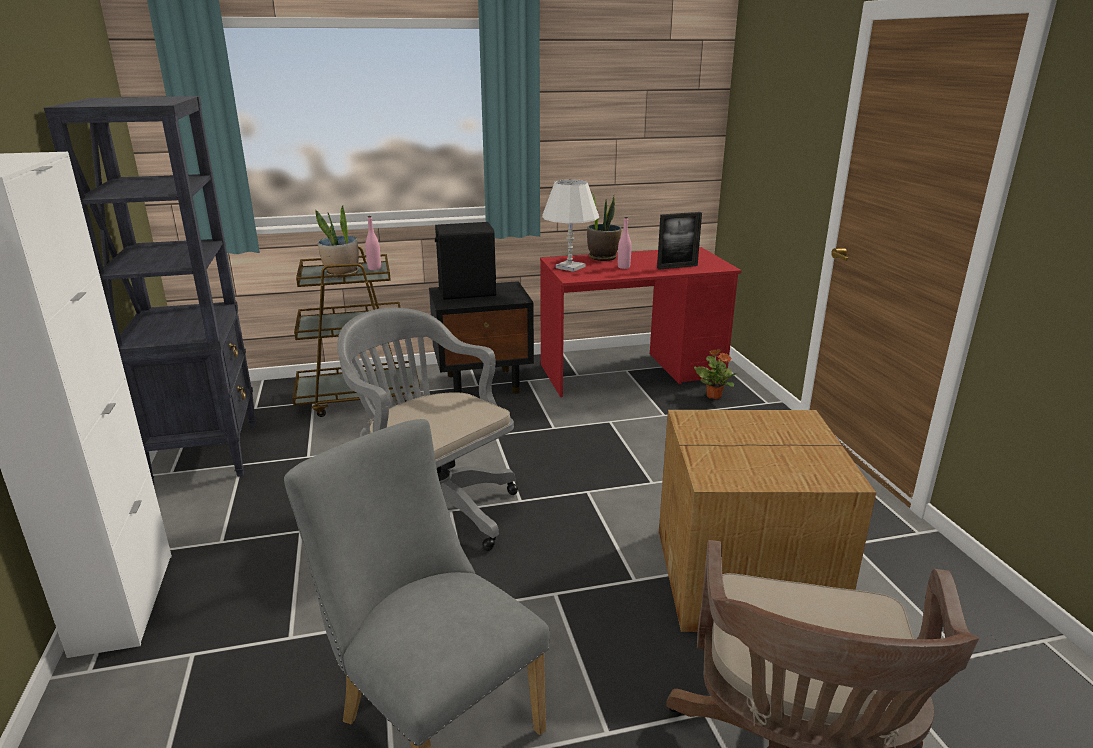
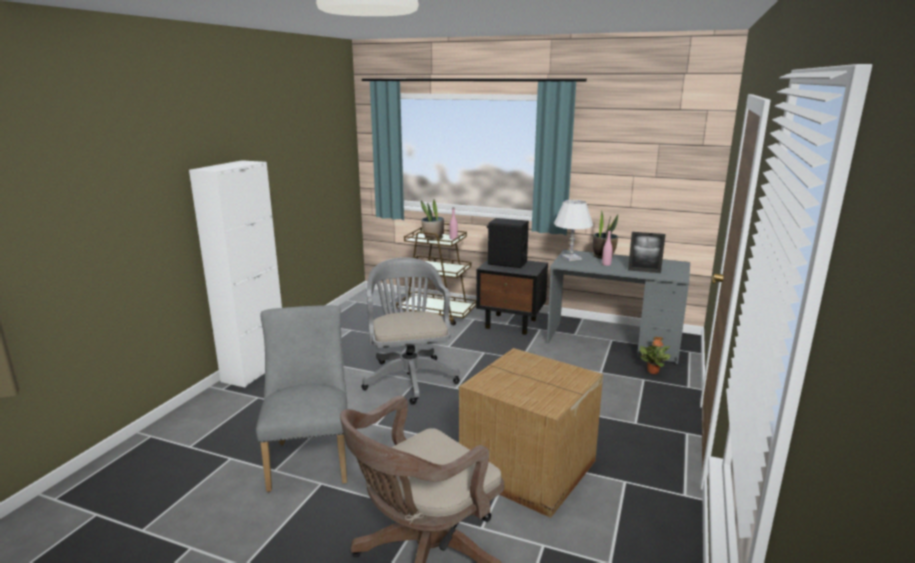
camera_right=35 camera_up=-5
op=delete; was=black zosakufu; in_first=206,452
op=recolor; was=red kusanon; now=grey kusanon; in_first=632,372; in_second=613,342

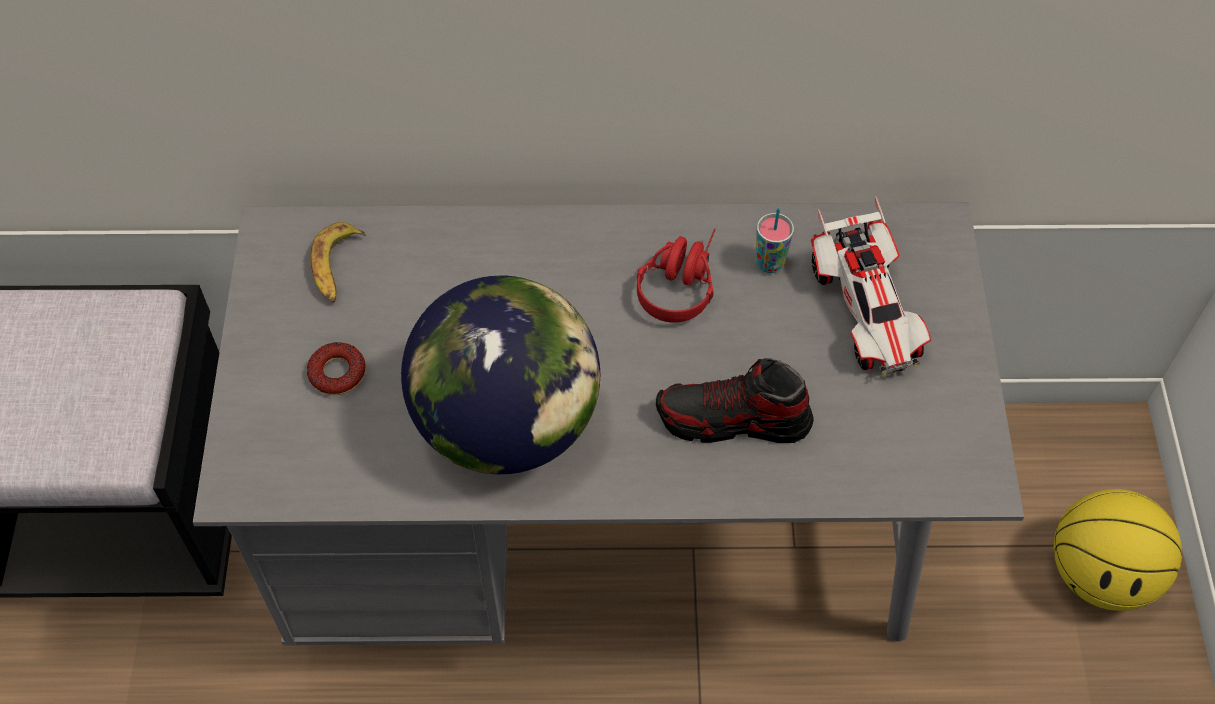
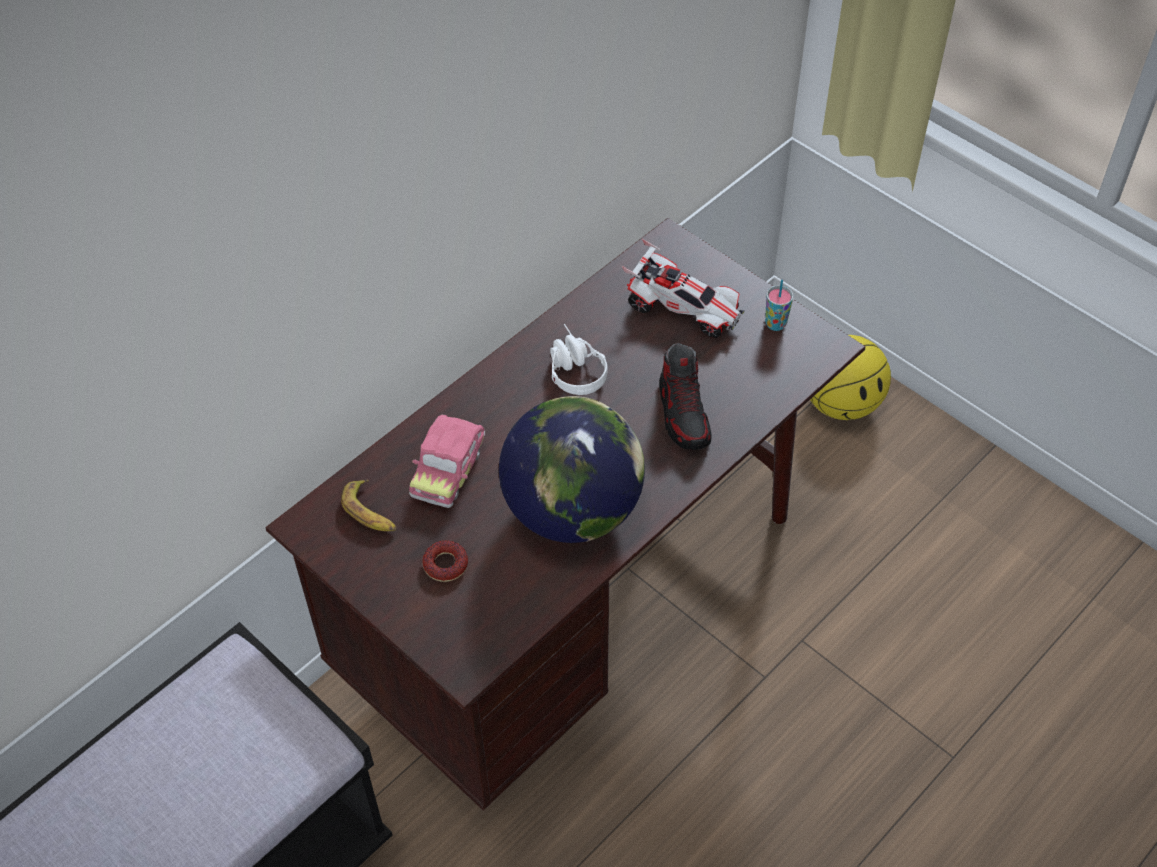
camera_right=-45 camera_up=-5
op=recolor; was=grey kusanon; now=brown kusanon; in_first=608,545; in_second=580,608
op=move; was=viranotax; in_first=769,263; in_second=775,324
op=recolor; was=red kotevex; now=white kotevex; in_first=680,281; in_second=572,368
op=rotate; was=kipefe; in_first=733,420; in_second=683,413; clockwise=-60
op=insert; now=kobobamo; in_second=449,470

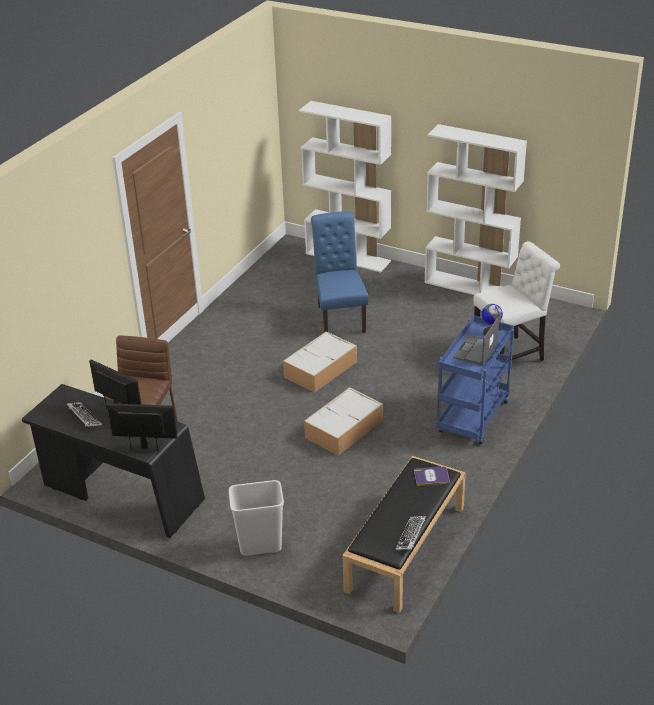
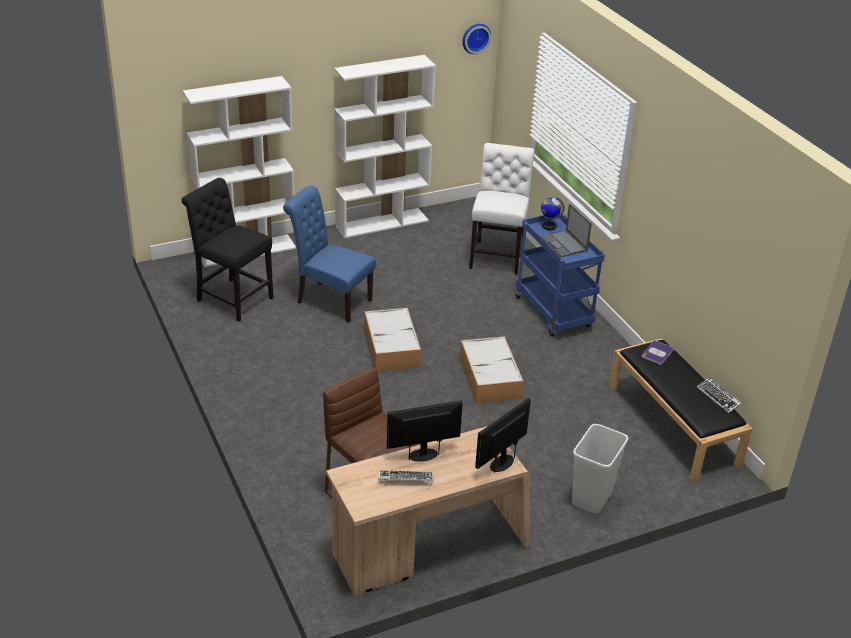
camera_right=-55 camera_up=0
op=recolor; was=black kusanon; now=beige kusanon; in_first=121,494; in_second=429,549
op=insert; now=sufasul; in_second=475,37
op=insert; now=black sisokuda; in_second=232,298

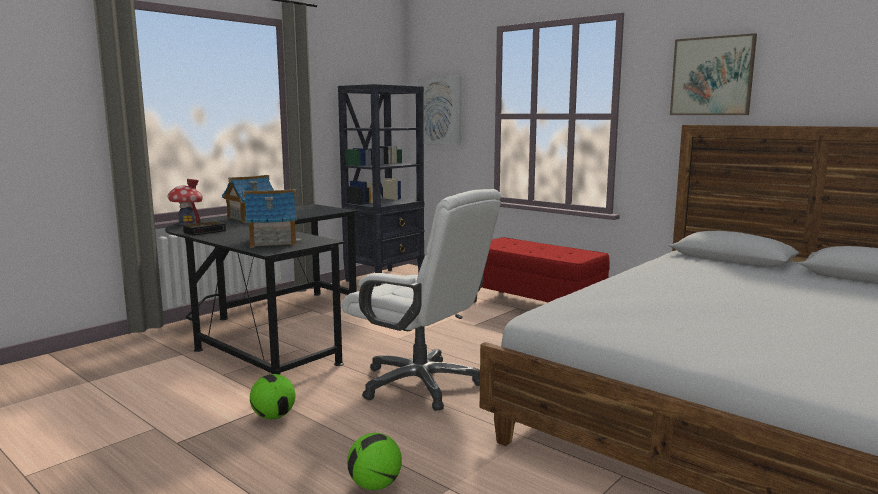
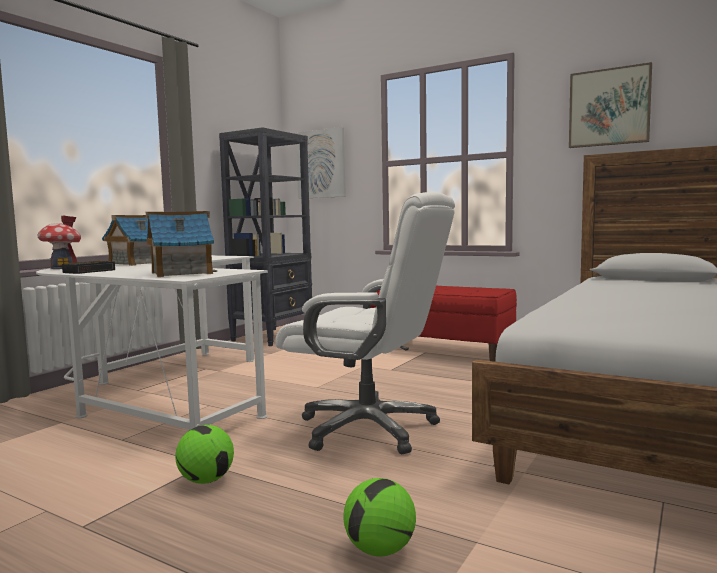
camera_right=-10 camera_up=-5
op=recolor; was=black kusanon; now=white kusanon; in_first=270,332; in_second=165,392

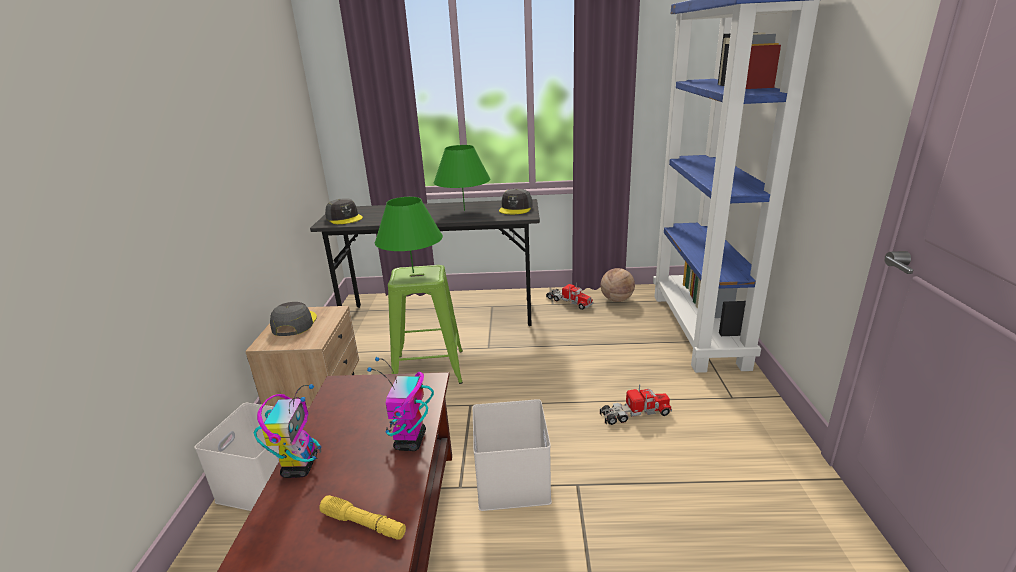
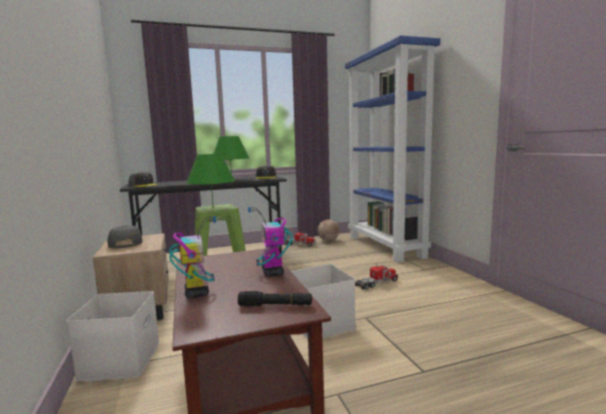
camera_right=-20 camera_up=-15
op=recolor; was=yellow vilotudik; now=black vilotudik; in_first=364,524; in_second=275,305

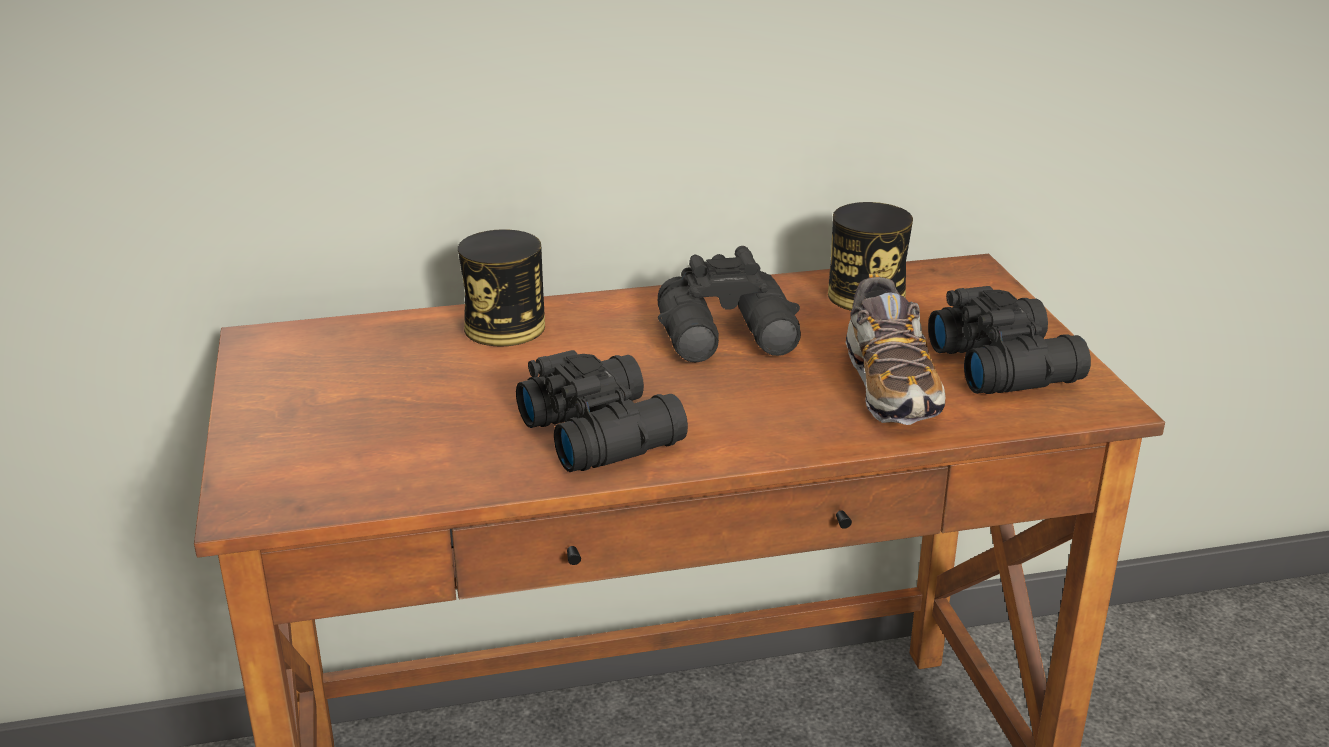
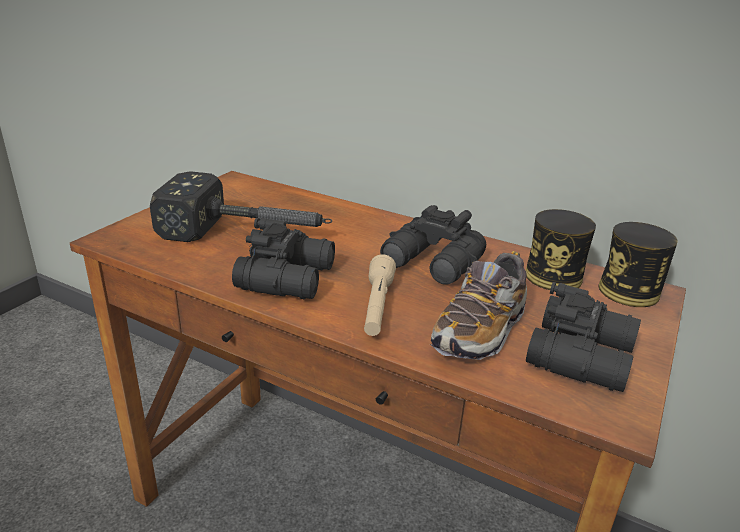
camera_right=40 camera_up=0
op=move; was=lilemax; in_first=505,327; in_second=628,291
op=insert; now=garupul; in_second=249,233
op=insert; now=beige vilotudik; in_second=377,306

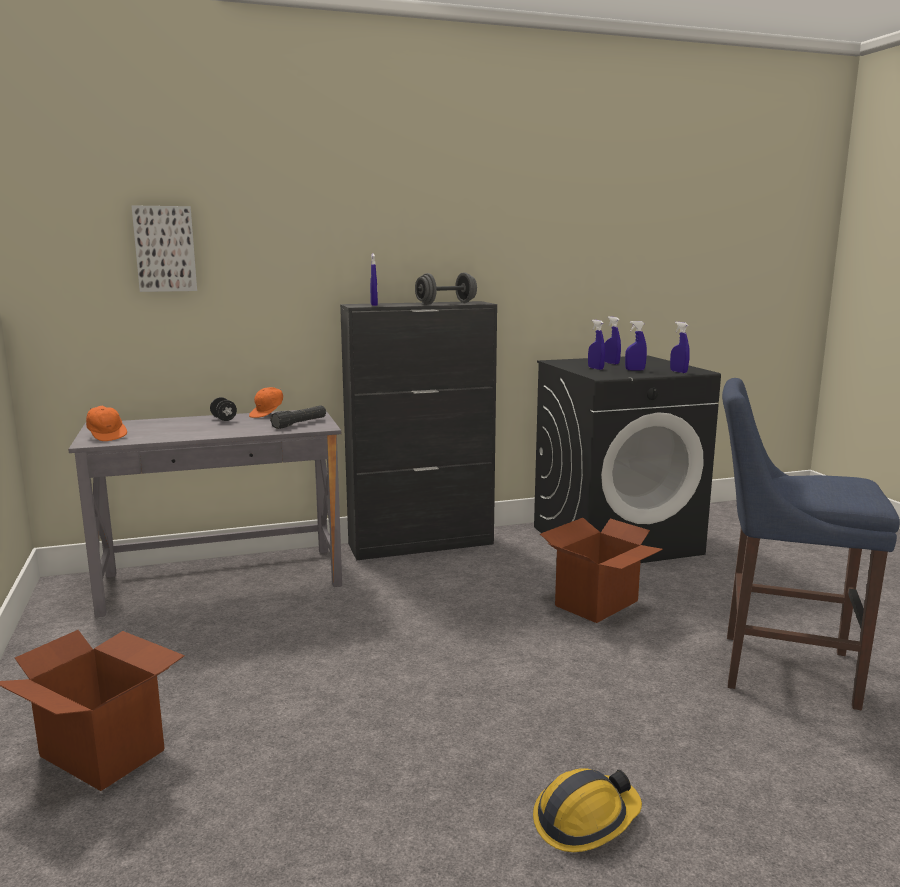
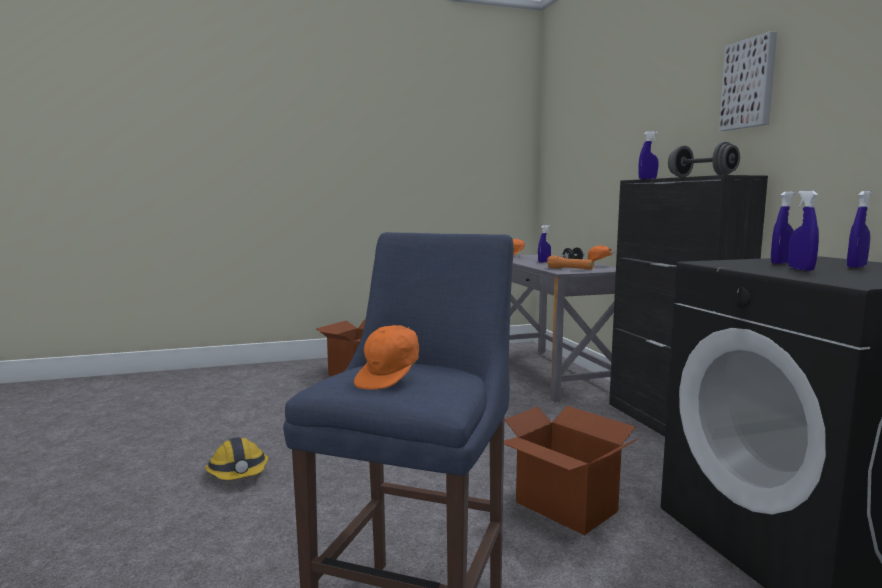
camera_right=90 camera_up=-5
op=move; was=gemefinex; in_first=165,249; in_second=749,84
op=move; was=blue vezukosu; in_first=678,372; in_second=544,262
op=recolor; was=black vilotudik; now=orange vilotudik; in_first=299,424; in_second=570,269
op=insert; now=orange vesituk; in_second=390,379

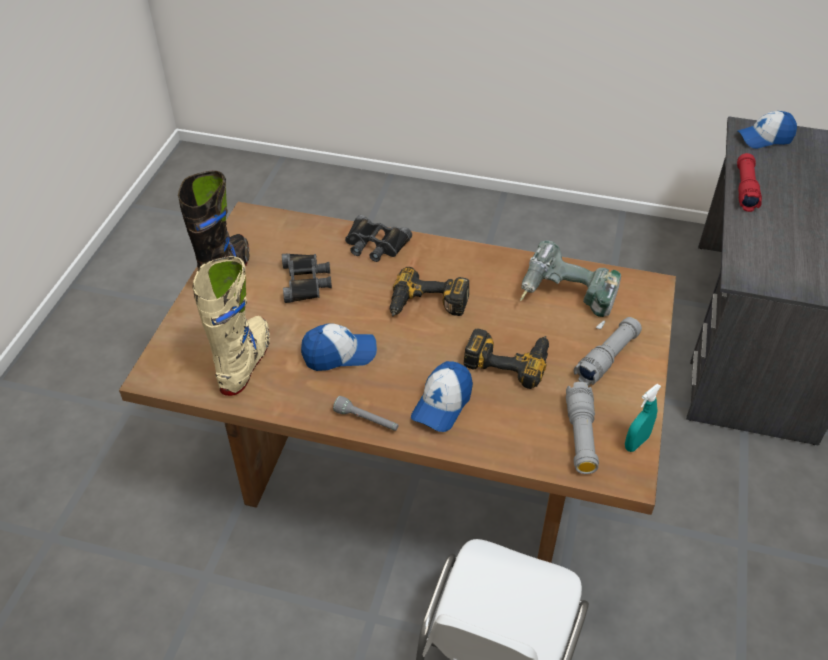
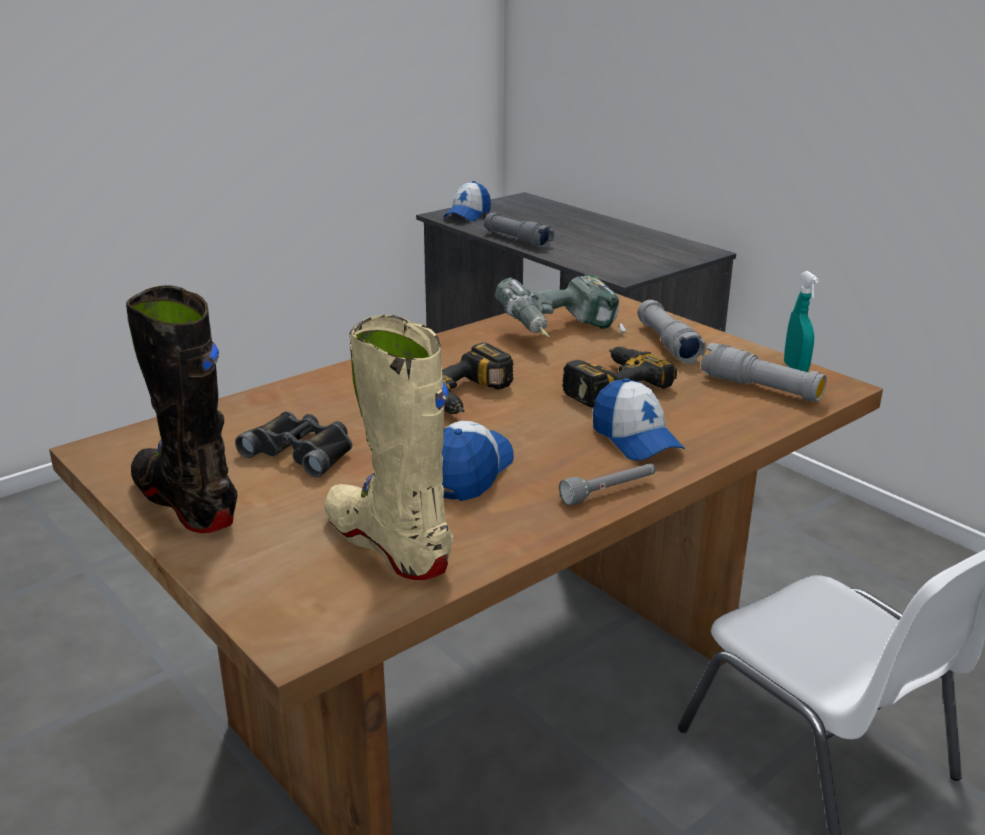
camera_right=-55 camera_up=-20
op=recolor; was=red vilotudik; now=grey vilotudik; in_first=745,189; in_second=517,240
op=delete; was=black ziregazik; in_first=375,244

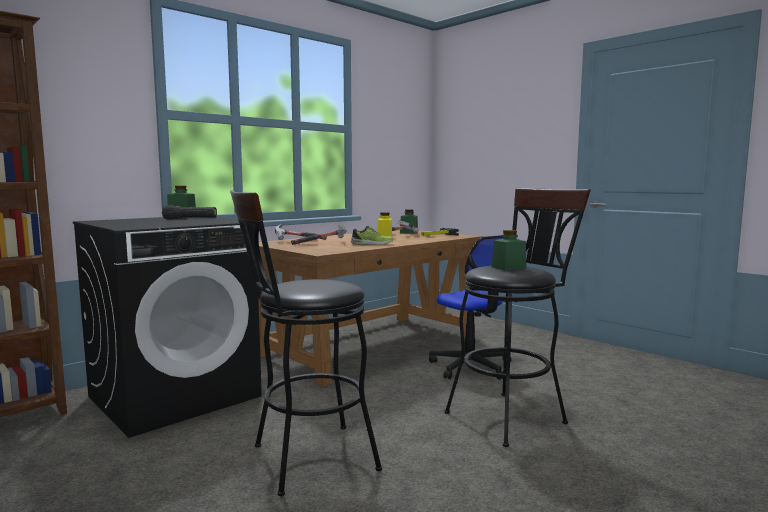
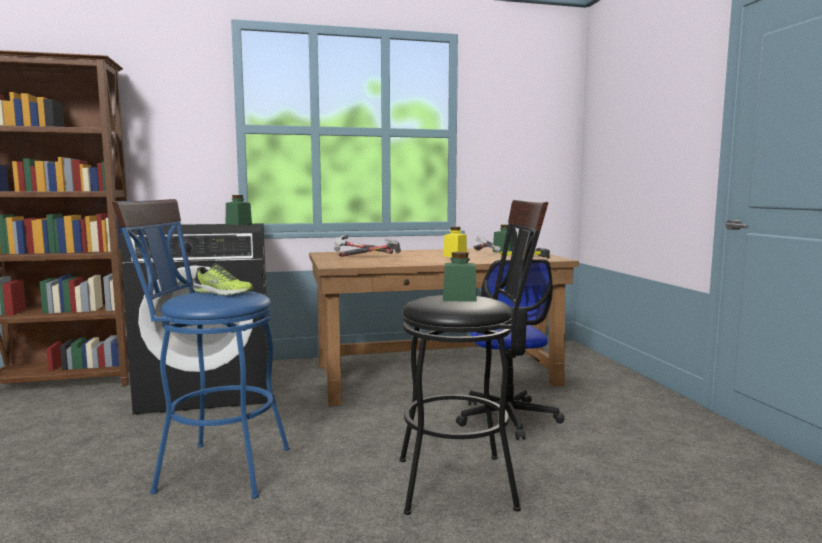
camera_right=30 camera_up=0
op=recolor; was=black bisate; now=blue bisate; in_first=304,460; in_second=213,469
op=delete; was=black vilotudik; in_first=190,219
op=move; was=kipefe; in_first=372,244; in_second=221,293

